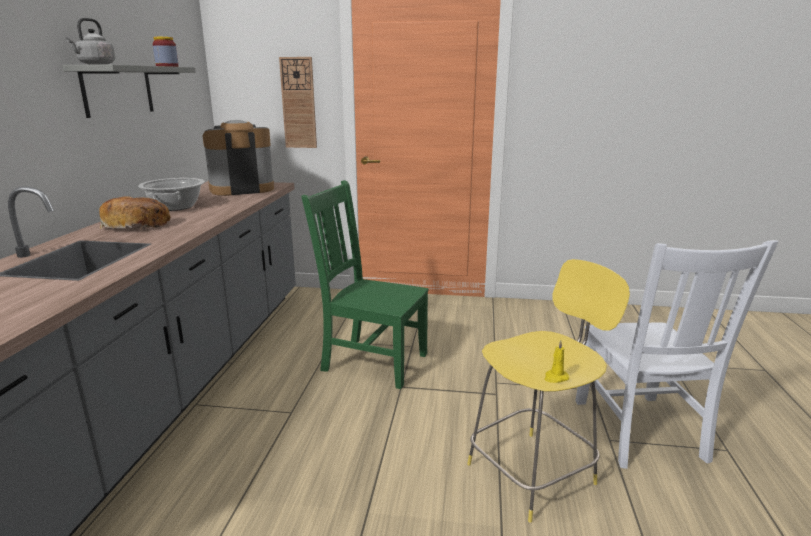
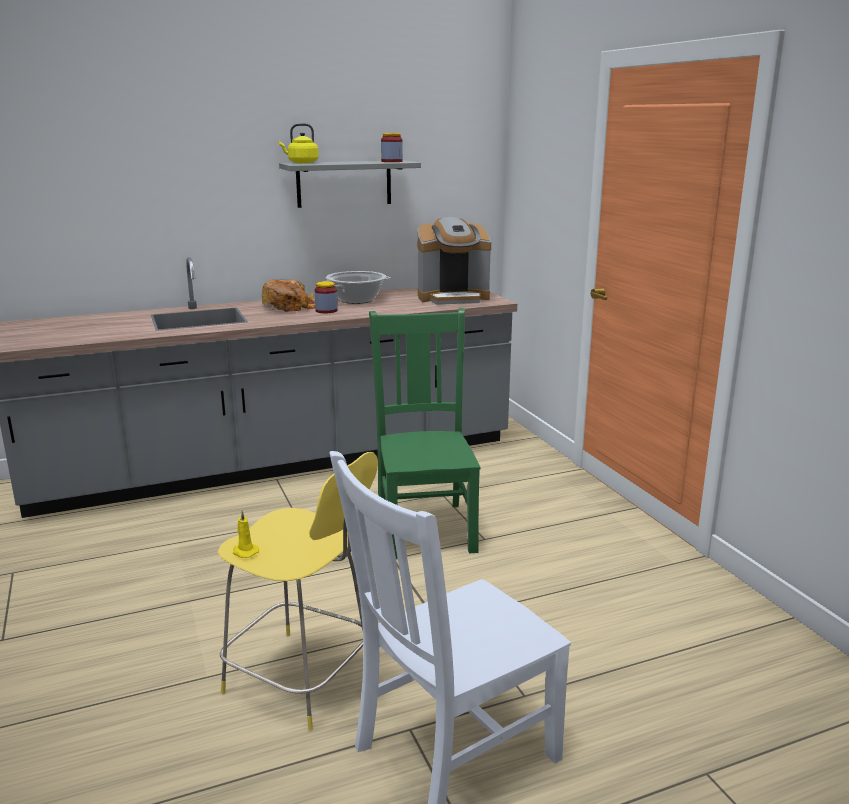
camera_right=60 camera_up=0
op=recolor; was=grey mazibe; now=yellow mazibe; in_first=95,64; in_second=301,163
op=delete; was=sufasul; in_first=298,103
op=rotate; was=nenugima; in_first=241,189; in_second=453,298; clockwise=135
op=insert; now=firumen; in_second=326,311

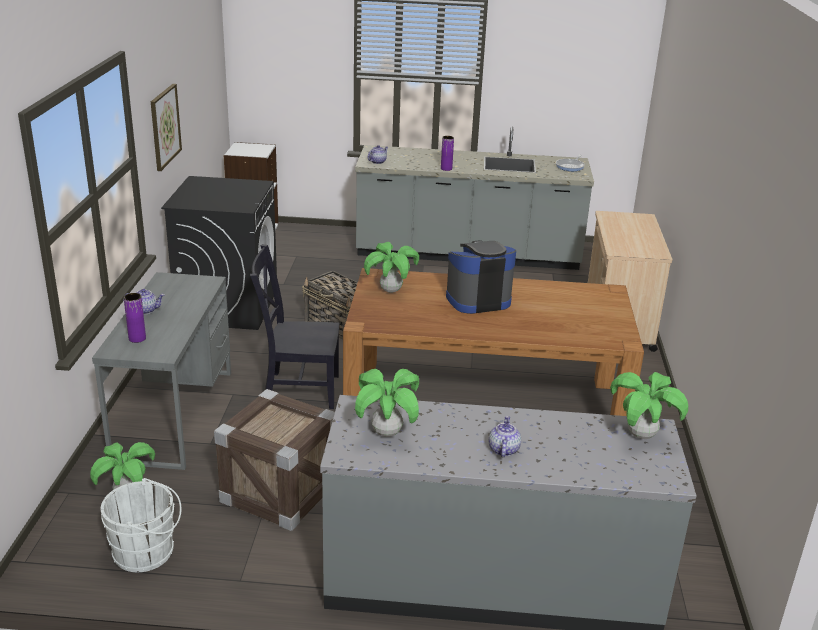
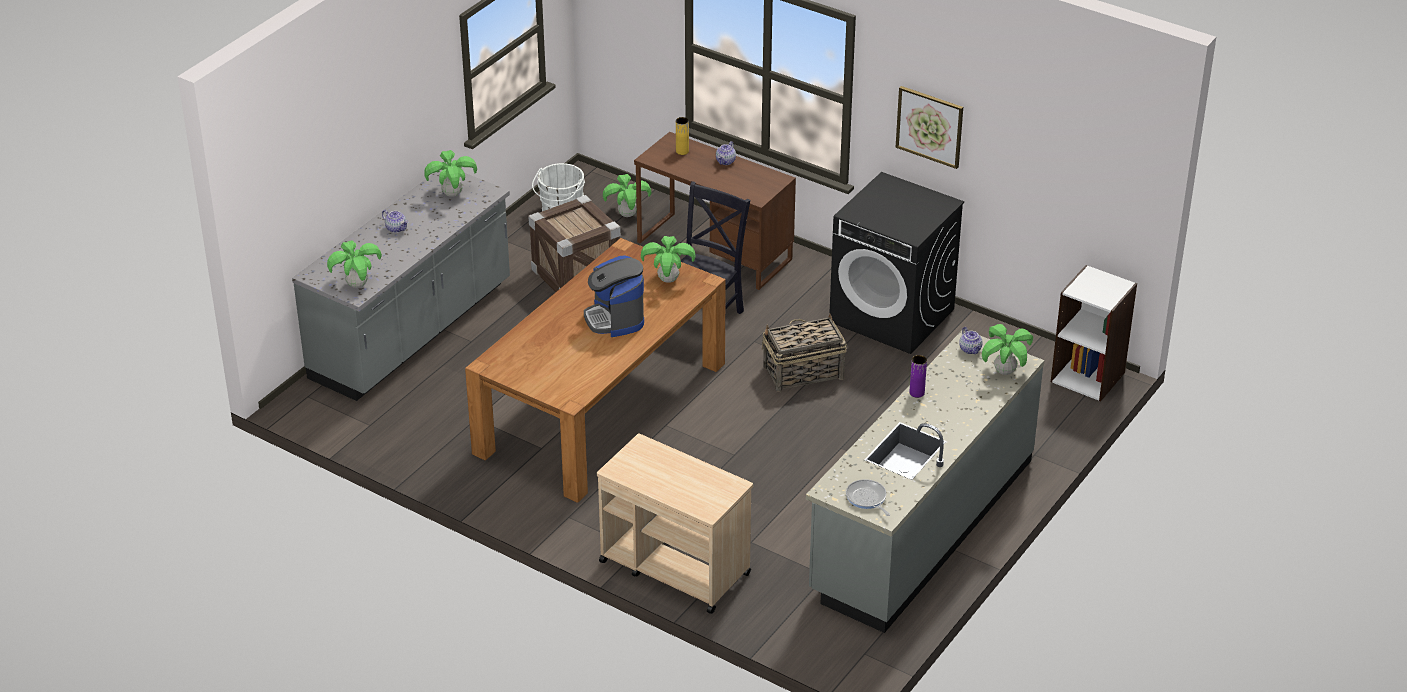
camera_right=120 camera_up=10
op=rotate; was=nenugima; in_first=478,300; in_second=615,319; clockwise=150
op=recolor; was=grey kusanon; now=brown kusanon; in_first=175,414; in_second=714,251
op=recolor; was=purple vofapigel; now=yellow vofapigel; in_first=137,338; in_second=682,151
op=insert; now=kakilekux; in_second=1004,371

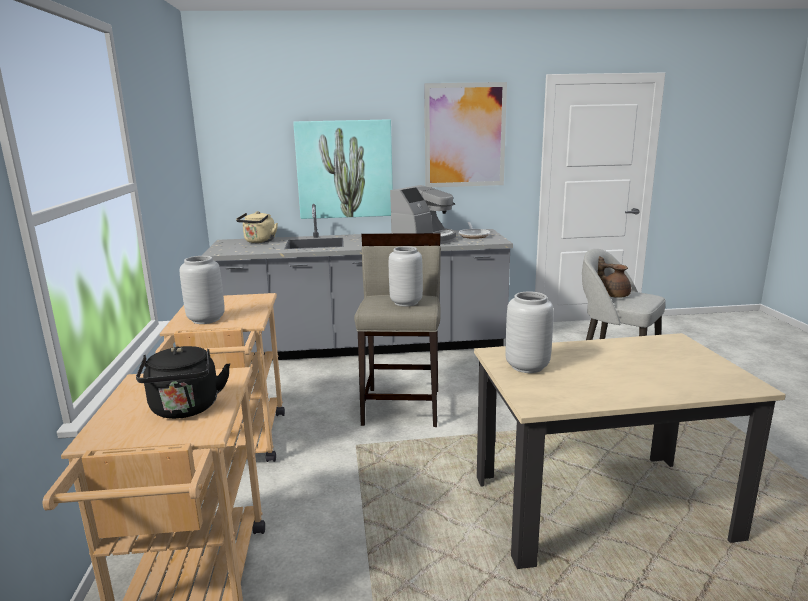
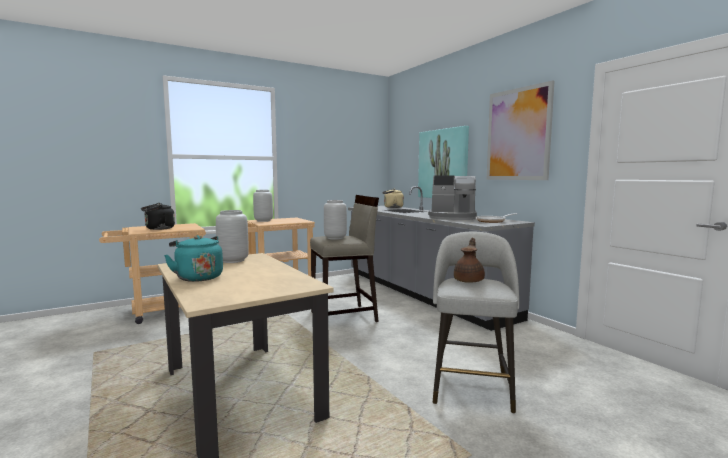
camera_right=65 camera_up=-10
op=insert; now=turquoise mazibe; in_second=198,277

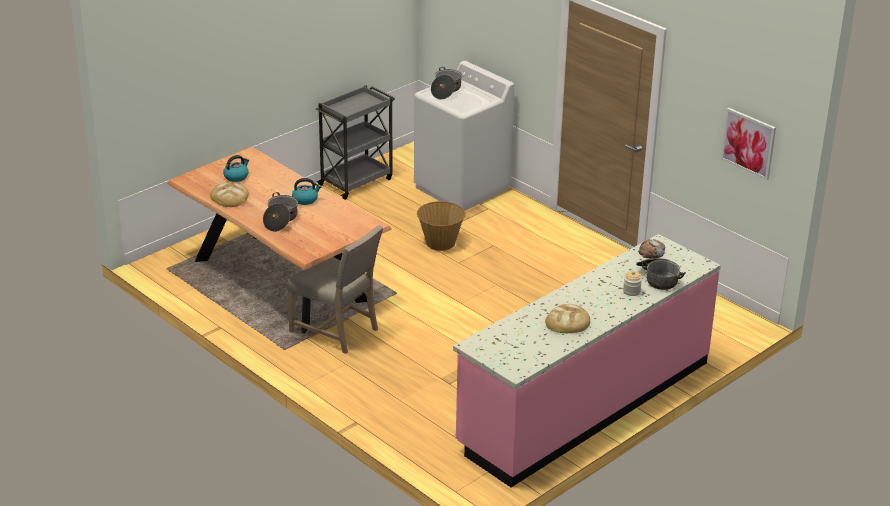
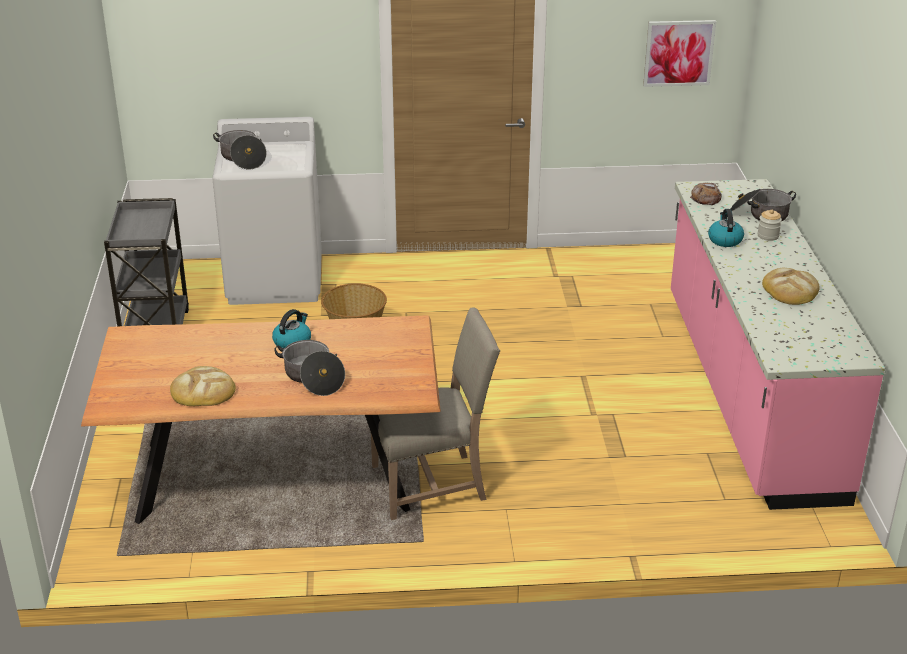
camera_right=-50 camera_up=0
op=move; was=mazibe; in_first=236,176; in_second=724,240

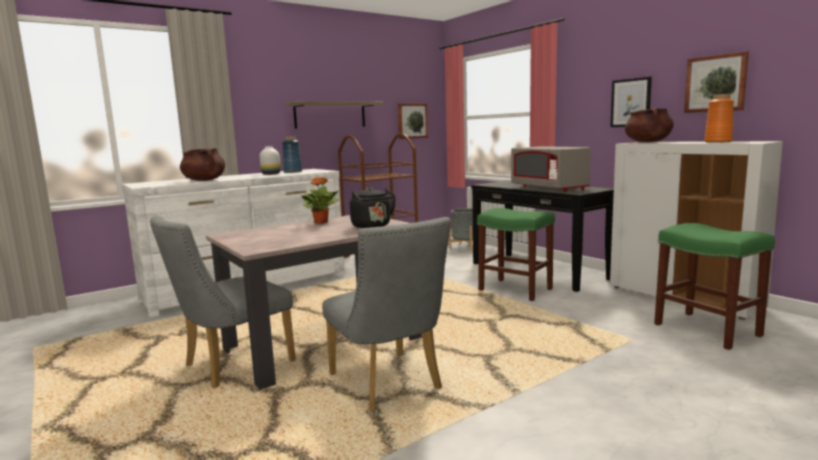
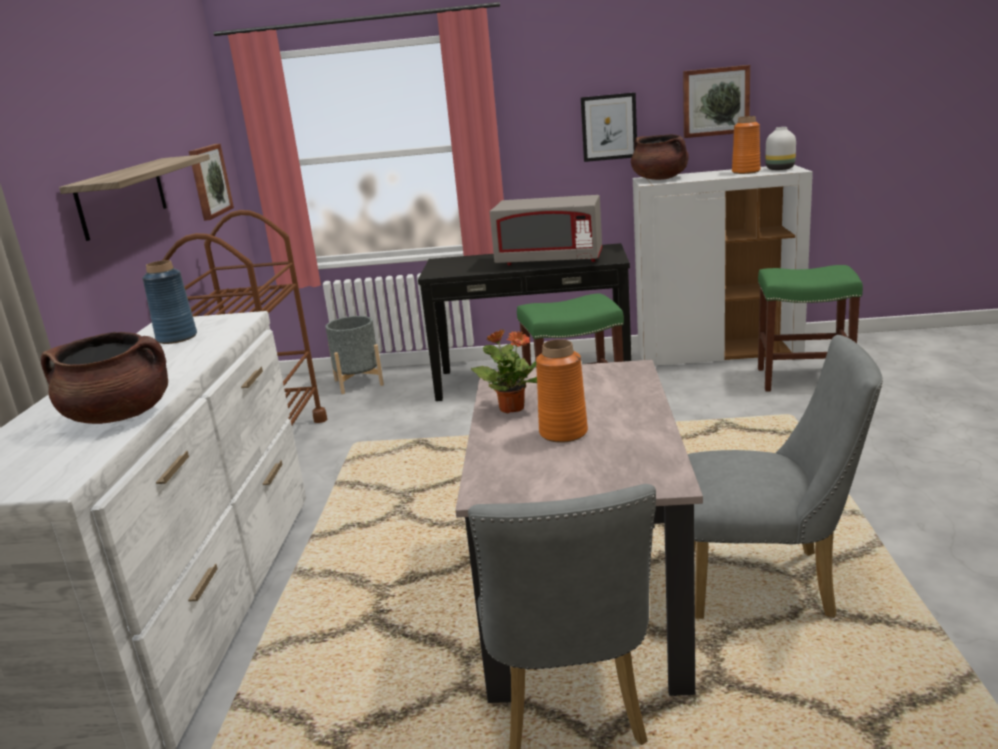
camera_right=-50 camera_up=10
op=move; was=white vofapigel; in_first=271,174; in_second=780,169
op=delete; was=black mazibe; in_first=373,226
op=insert; now=orange vofapigel; in_second=563,432

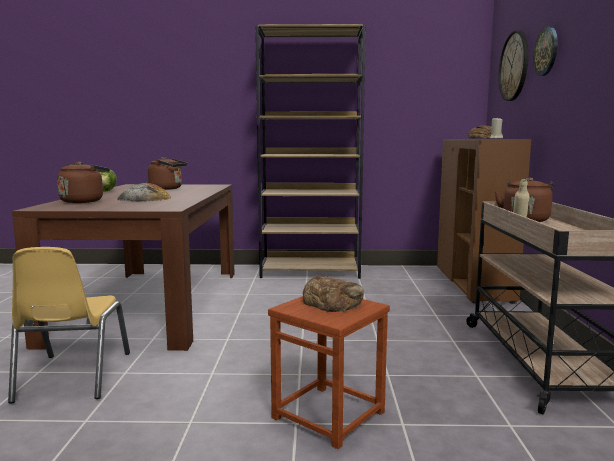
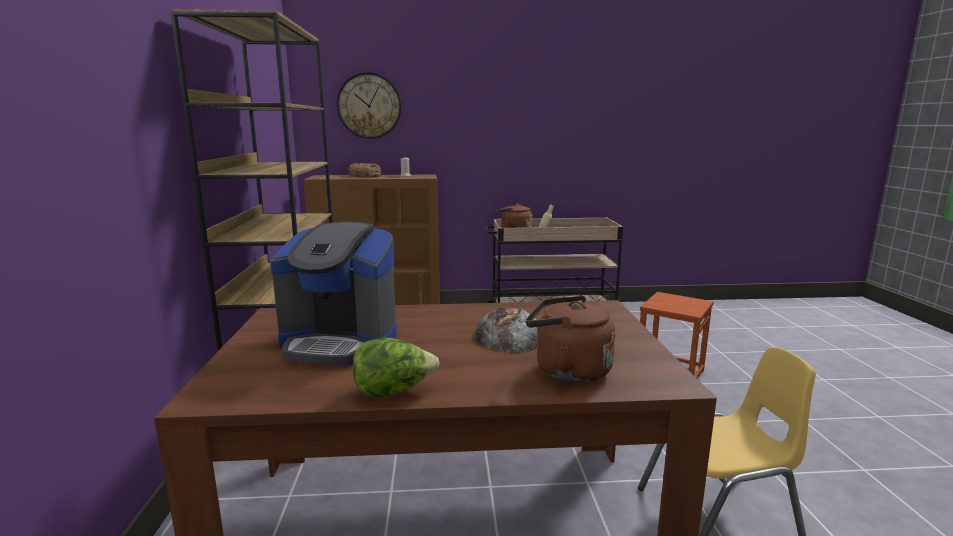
camera_right=-95 camera_up=5
op=delete; was=sufasul; in_first=546,51
op=replace; was=brown mazibe; now=nenugima; in_first=168,189; in_second=339,342
op=delete; was=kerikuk; in_first=332,302

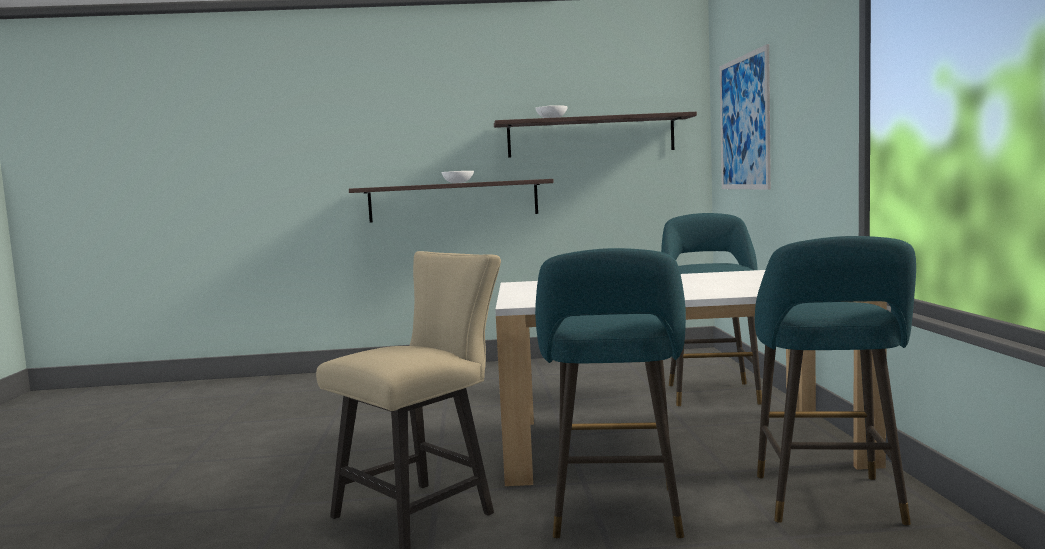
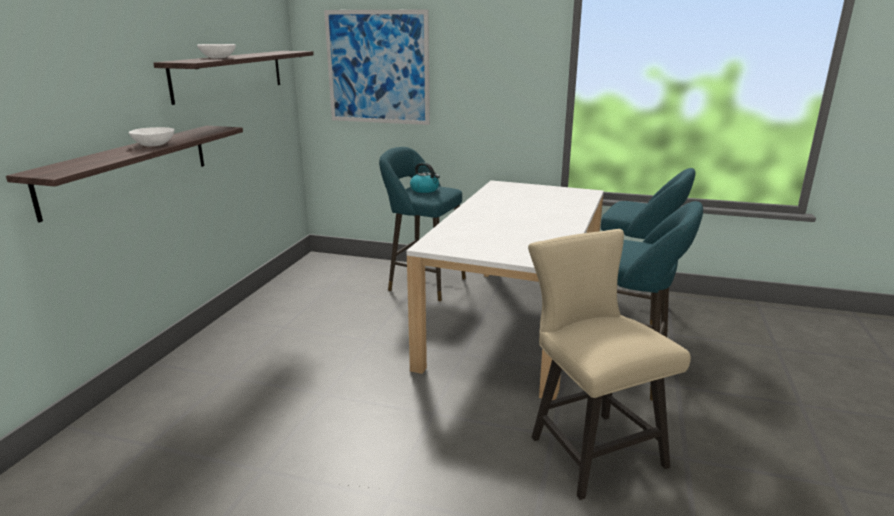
camera_right=-70 camera_up=15
op=insert; now=mazibe; in_second=425,189

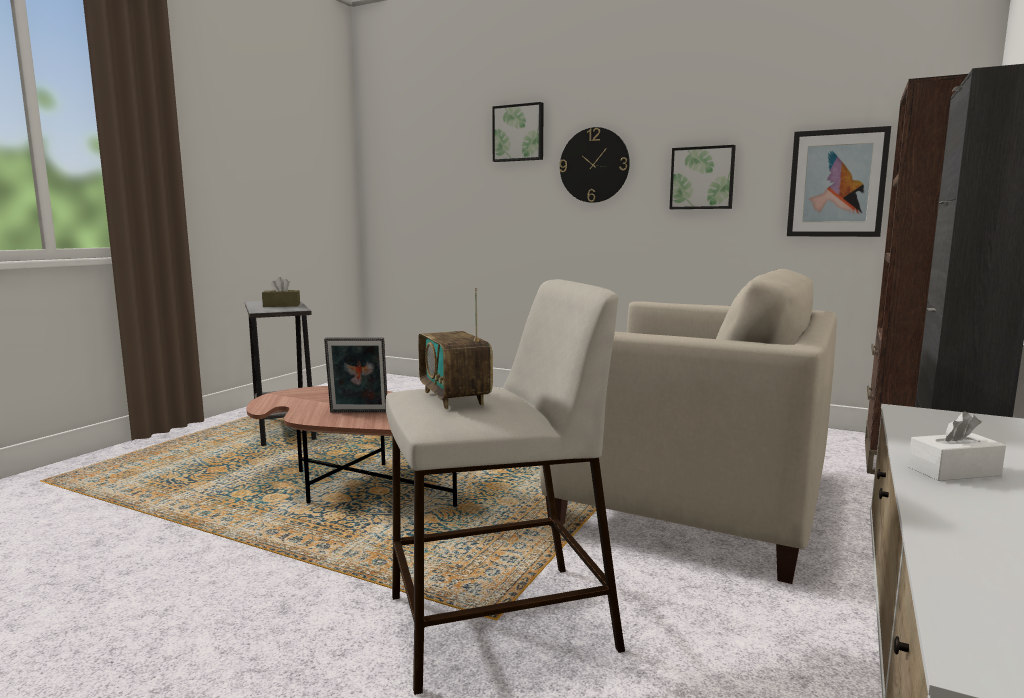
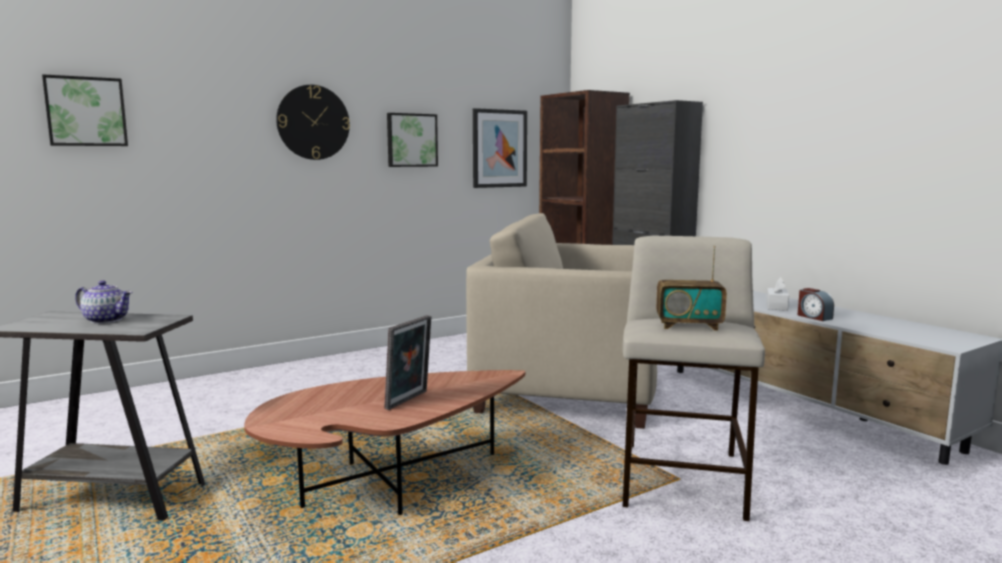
camera_right=-60 camera_up=0
op=move; was=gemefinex; in_first=519,133; in_second=86,111
op=rotate; was=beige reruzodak; in_first=691,501; in_second=570,388; clockwise=-135
op=replace; was=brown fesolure; now=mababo; in_first=281,305; in_second=106,320
op=insert; now=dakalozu; in_second=814,317

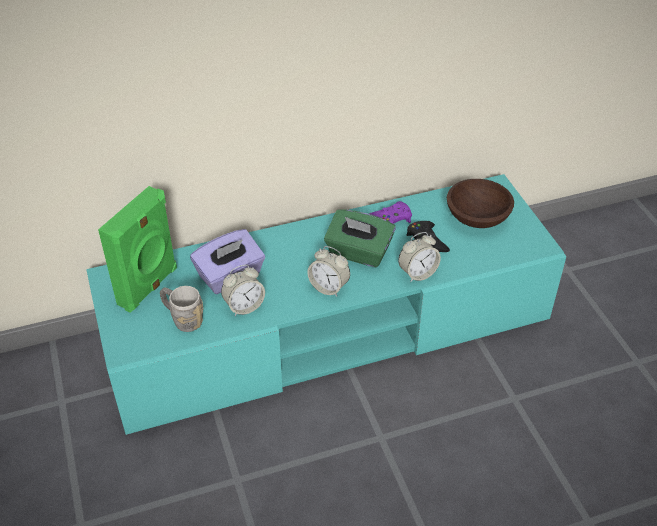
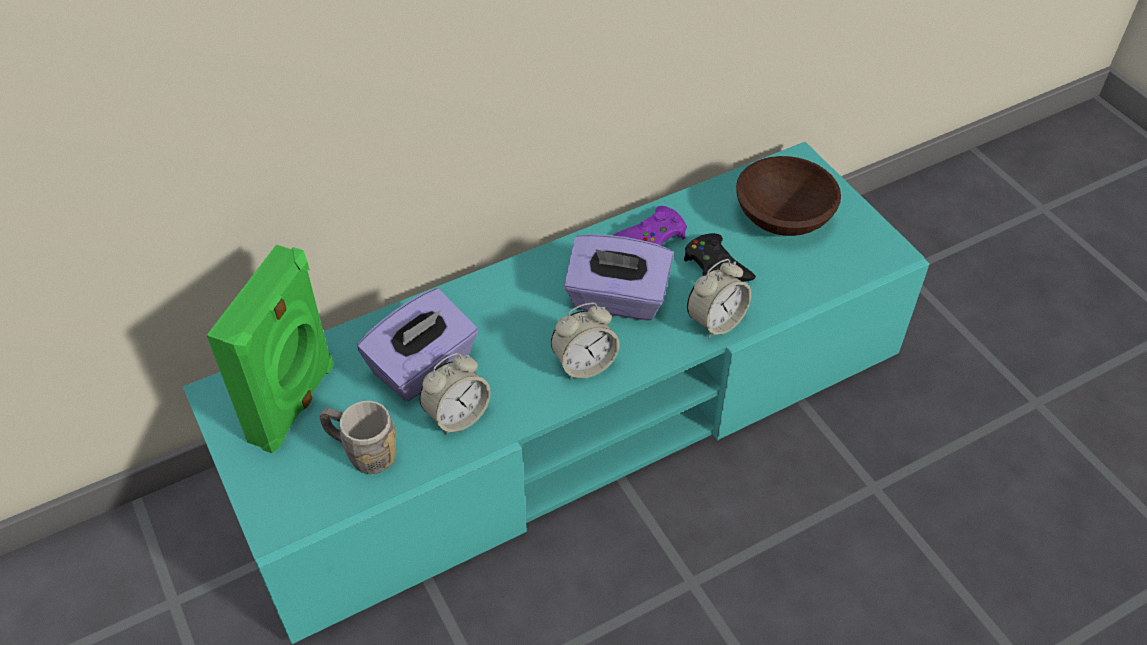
camera_right=-10 camera_up=5
op=recolor; was=green fesolure; now=purple fesolure; in_first=358,253; in_second=617,299
op=rotate; was=dakalozu; in_first=329,287; in_second=584,364; clockwise=-45

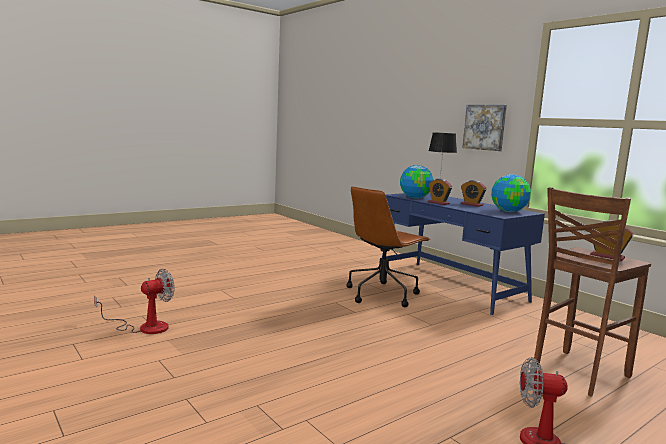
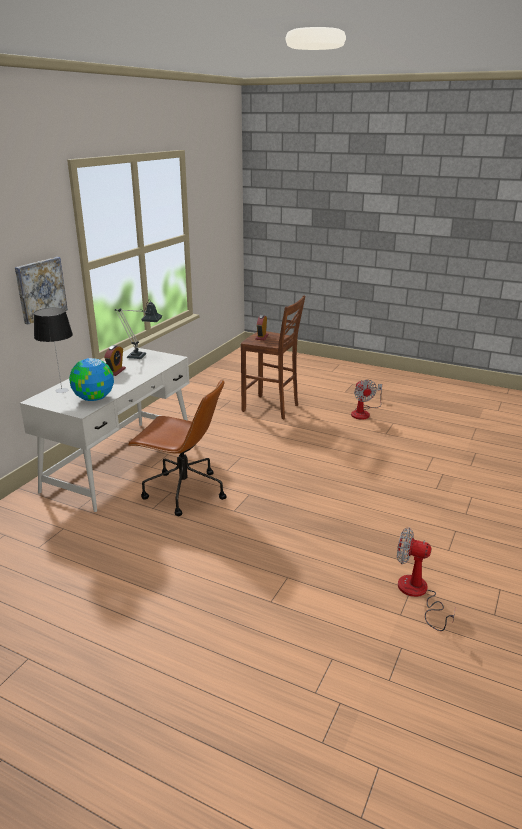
camera_right=-115 camera_up=15
op=replace; was=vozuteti; now=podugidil; in_first=509,211; in_second=141,357
op=delete; was=dakalozu; in_first=438,203
op=recolor; was=blue kusanon; now=white kusanon; in_first=449,286; in_second=121,462

